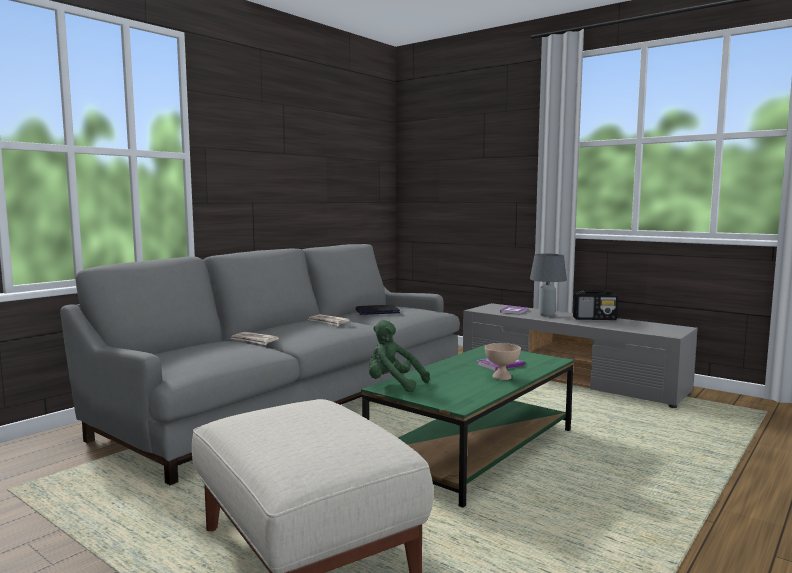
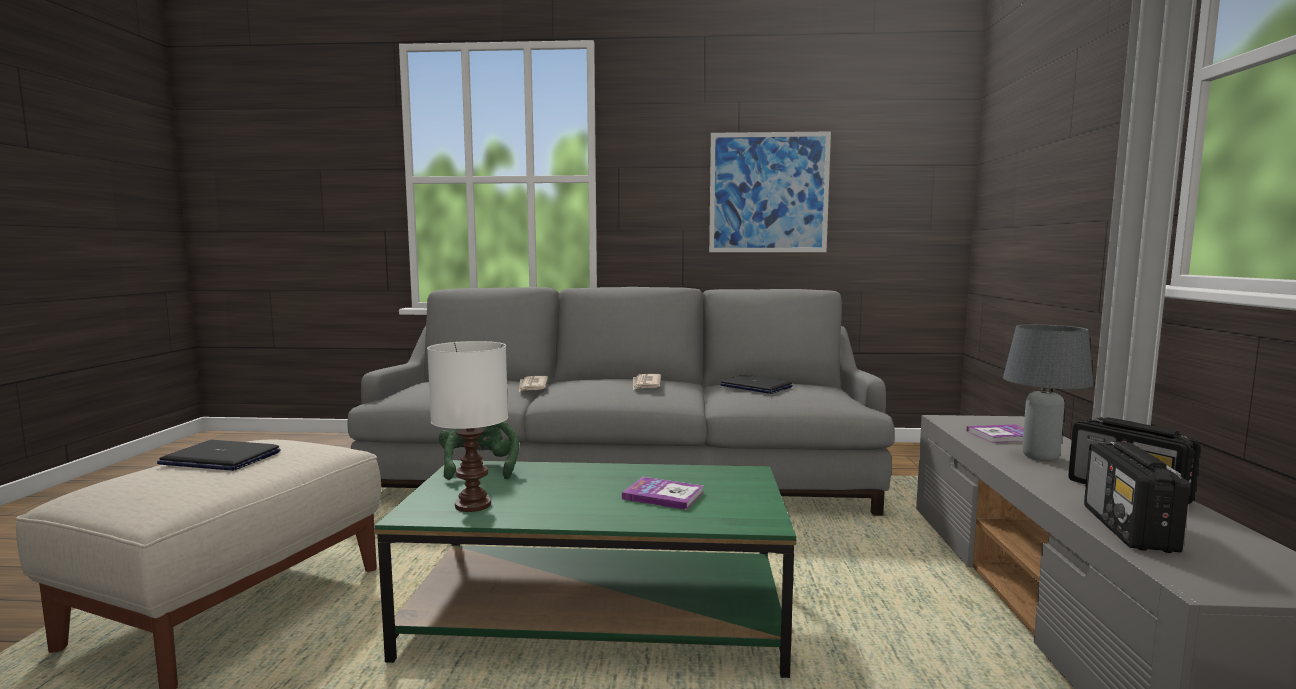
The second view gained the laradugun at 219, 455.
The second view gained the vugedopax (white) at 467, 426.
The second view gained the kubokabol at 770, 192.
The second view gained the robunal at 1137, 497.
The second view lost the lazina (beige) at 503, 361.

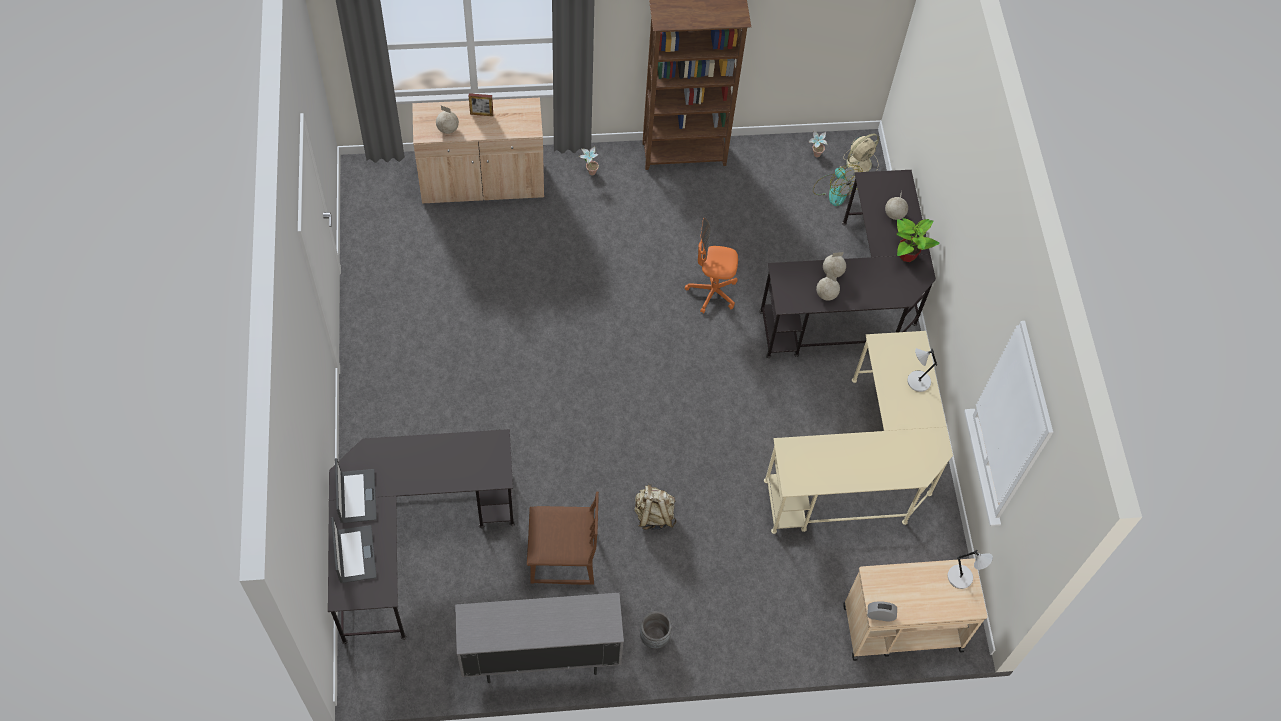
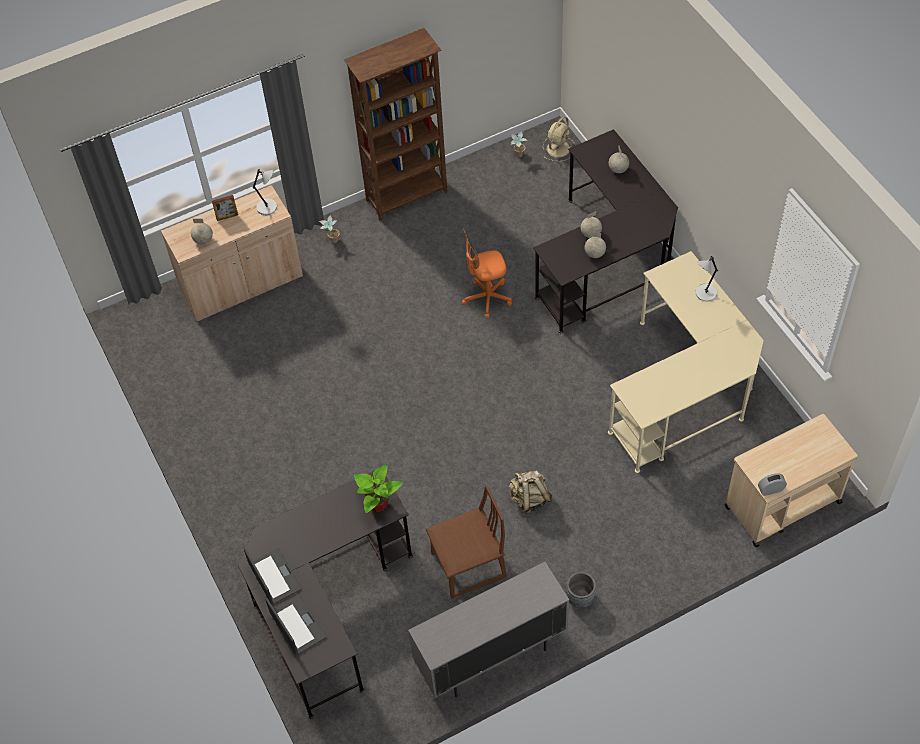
The vugedopax (grey) ended up elsewhere, having gone from 970, 569 to 265, 192.
The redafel ended up elsewhere, having gone from 918, 240 to 378, 489.
The second view lost the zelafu at 838, 185.

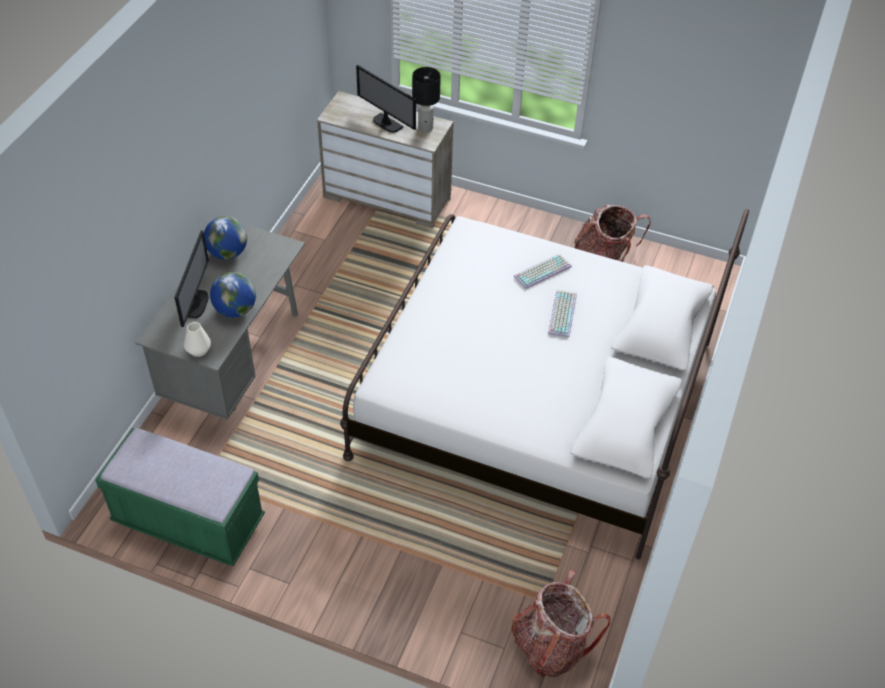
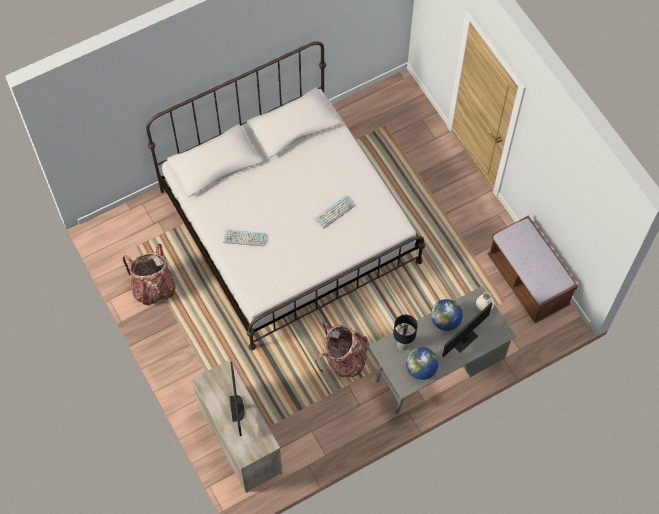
The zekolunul ended up elsewhere, having gone from 562, 314 to 334, 212.
The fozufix ended up elsewhere, having gone from 561, 623 to 341, 350.
The vugedopax (black) ended up elsewhere, having gone from 426, 99 to 405, 333.
What was the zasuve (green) at 180, 497 turned into the zasuve (brown) at 533, 269.

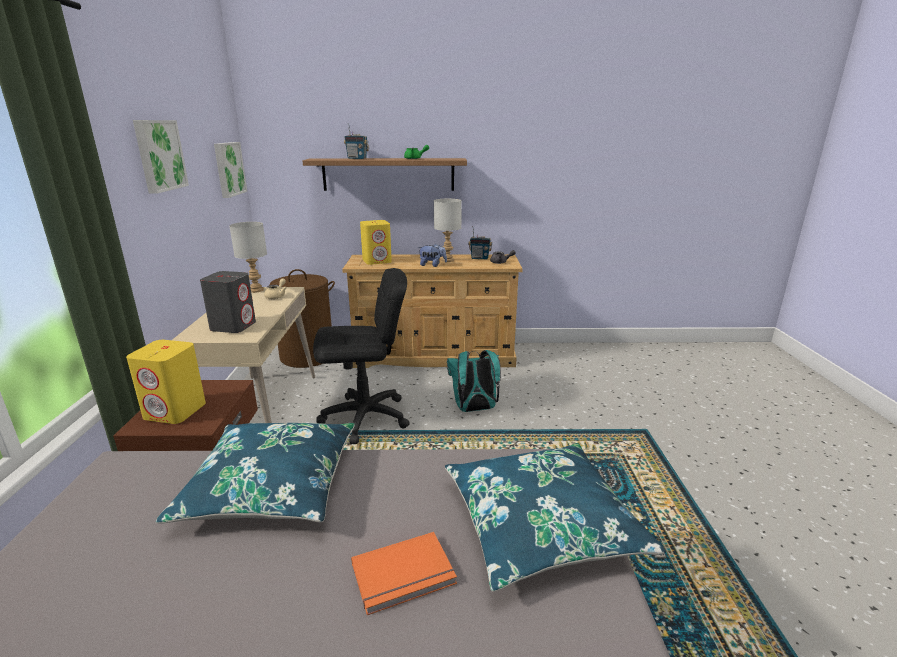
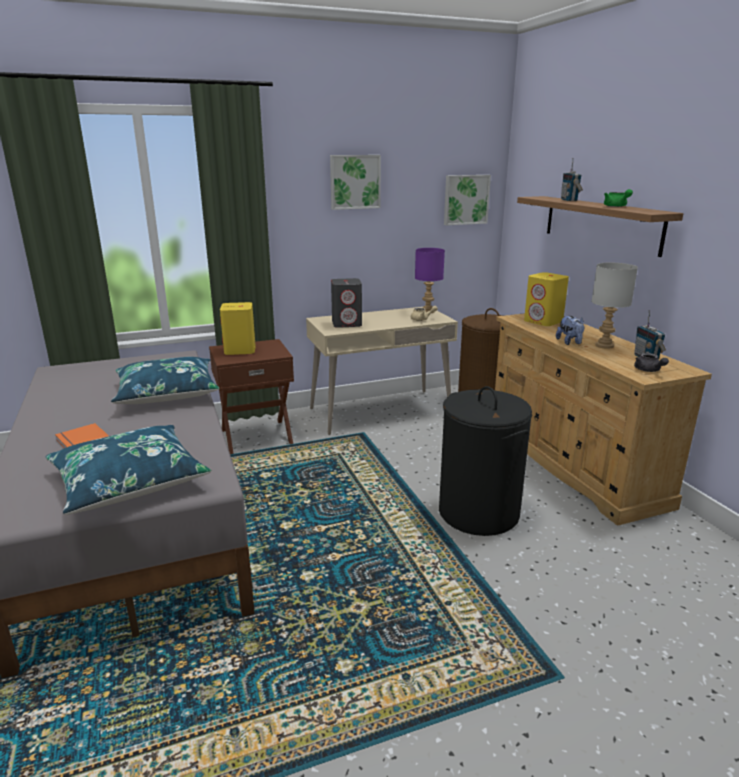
What was the vugedopax (grey) at 248, 257 turned into the vugedopax (purple) at 430, 280.
Where the fozufix (turquoise) stood at 474, 381, the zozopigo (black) came to stand at 485, 461.
The second view lost the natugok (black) at 361, 356.

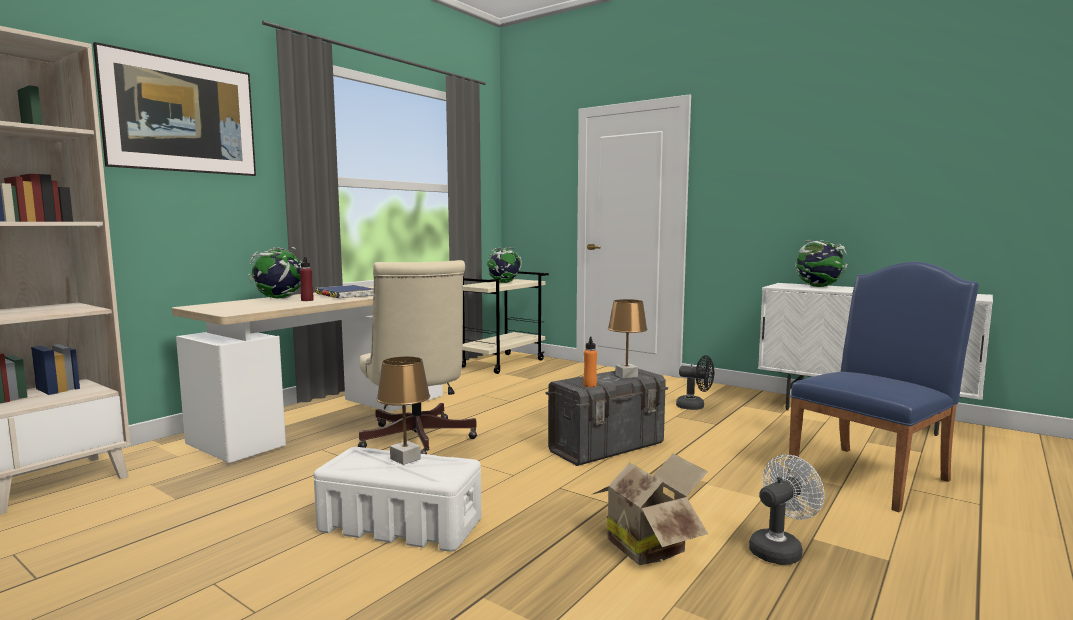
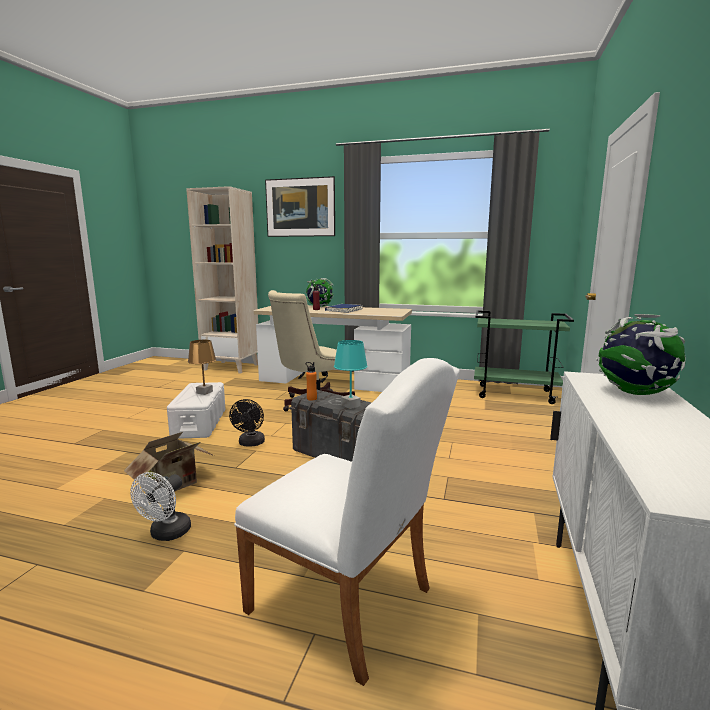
The zelafu (white) at 787, 510 ended up facing another way, 75 degrees clockwise from before.
The zelafu (black) ended up elsewhere, having gone from 695, 382 to 247, 423.
What was the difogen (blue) at 883, 386 turned into the difogen (white) at 347, 522.
What was the vugedopax (brown) at 627, 338 turned into the vugedopax (turquoise) at 351, 374.
What was the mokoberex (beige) at 505, 322 turned into the mokoberex (green) at 524, 357.
The second view lost the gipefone at 504, 265.

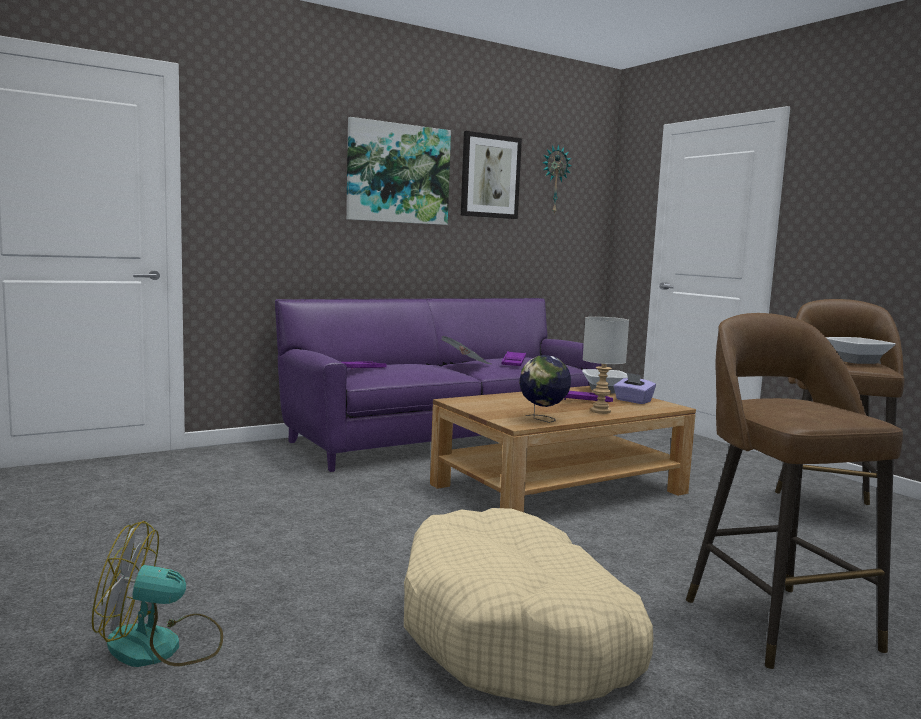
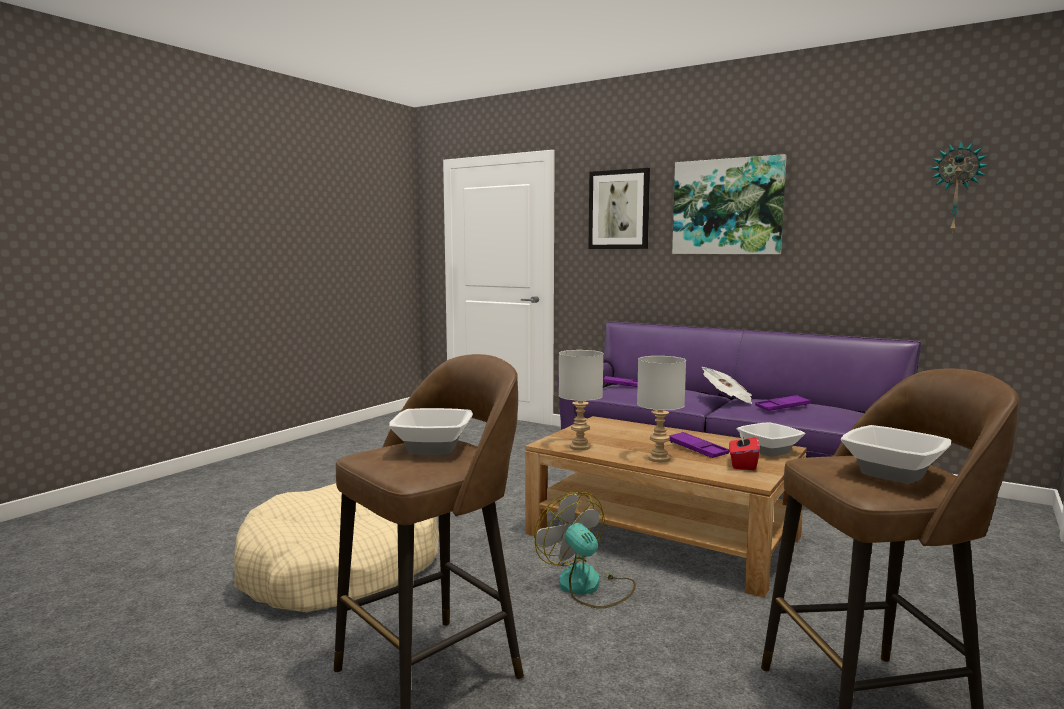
The second view gained the lazina at 431, 431.
The zelafu ended up elsewhere, having gone from 157, 594 to 585, 550.
Where the gipefone stood at 545, 389, the vugedopax (grey) came to stand at 581, 400.
The kubokabol ended up elsewhere, having gone from 491, 175 to 619, 208.
What was the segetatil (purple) at 635, 388 turned into the segetatil (red) at 744, 449.

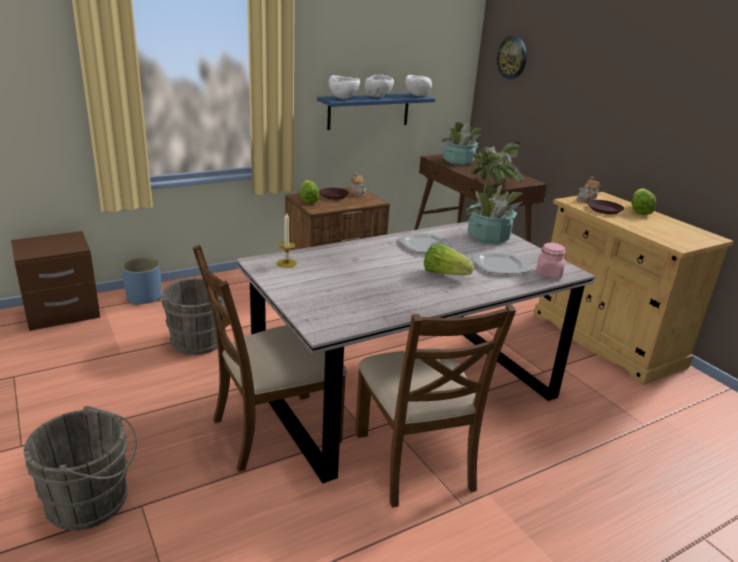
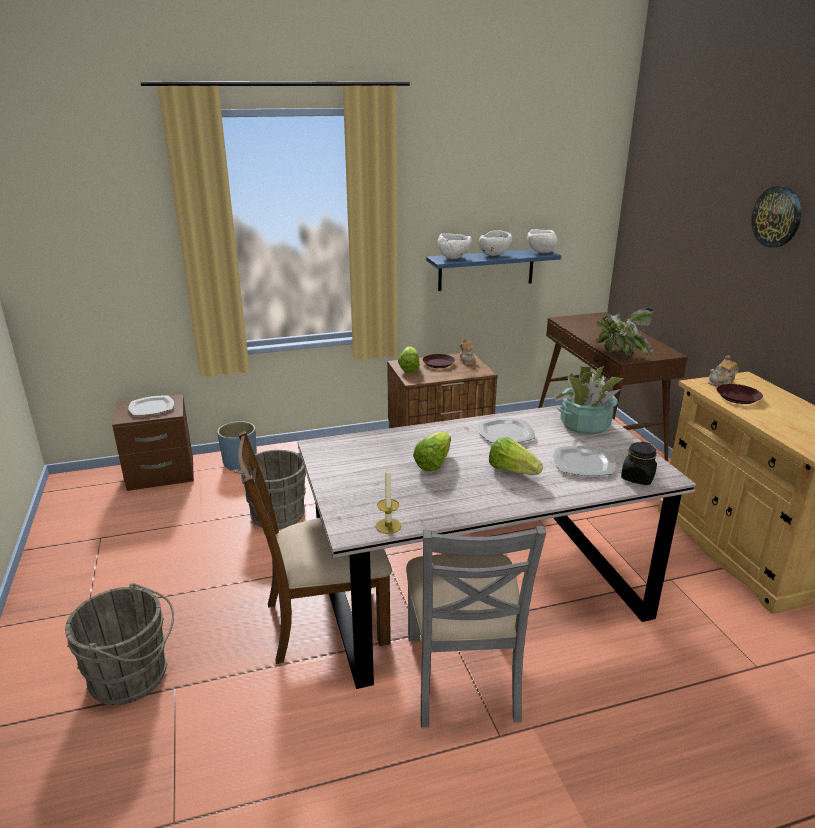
The second view gained the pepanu at 151, 405.
The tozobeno ended up elsewhere, having gone from 287, 240 to 388, 500.
What was the difogen (brown) at 435, 406 turned into the difogen (grey) at 476, 626.
The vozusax ended up elsewhere, having gone from 643, 201 to 432, 451.
What was the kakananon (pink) at 551, 260 turned into the kakananon (black) at 639, 463.
The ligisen ended up elsewhere, having gone from 512, 57 to 776, 216.
The second view lost the redafel at 461, 143.

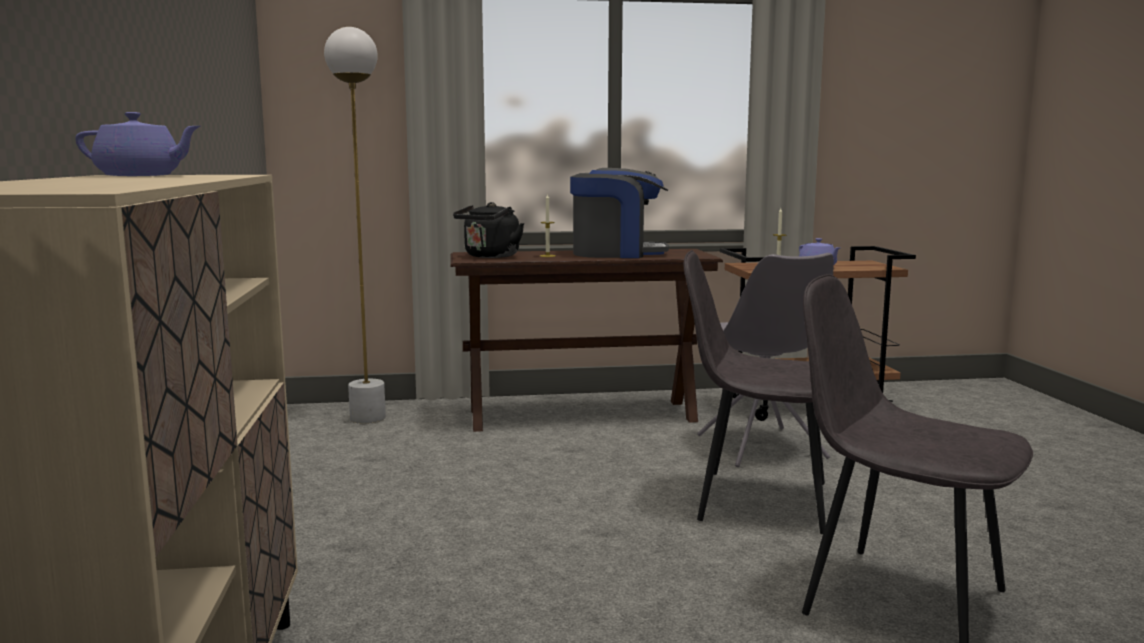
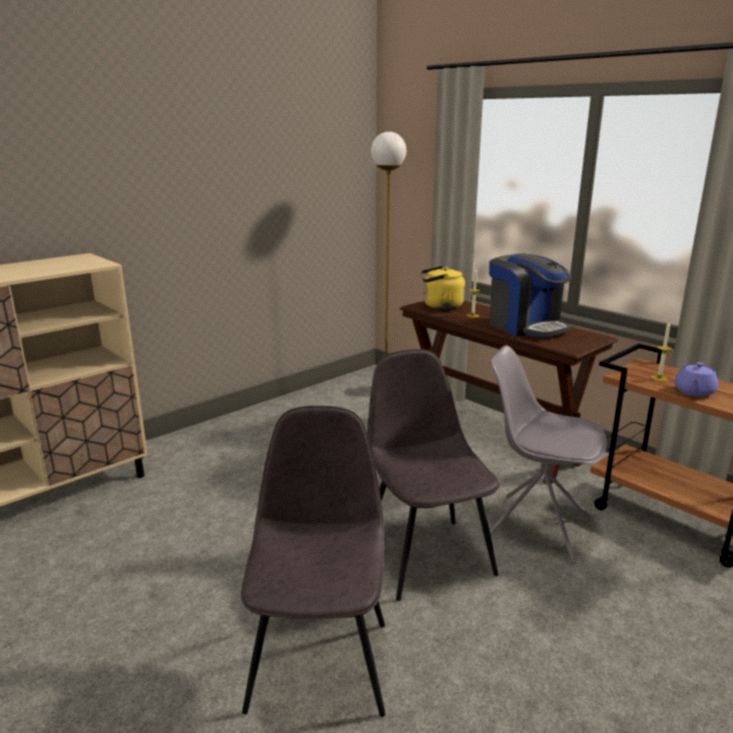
What was the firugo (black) at 488, 230 turned into the firugo (yellow) at 442, 288.
The difogen (grey) at 765, 360 ended up facing another way, 75 degrees clockwise from before.
The second view lost the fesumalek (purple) at 138, 144.

